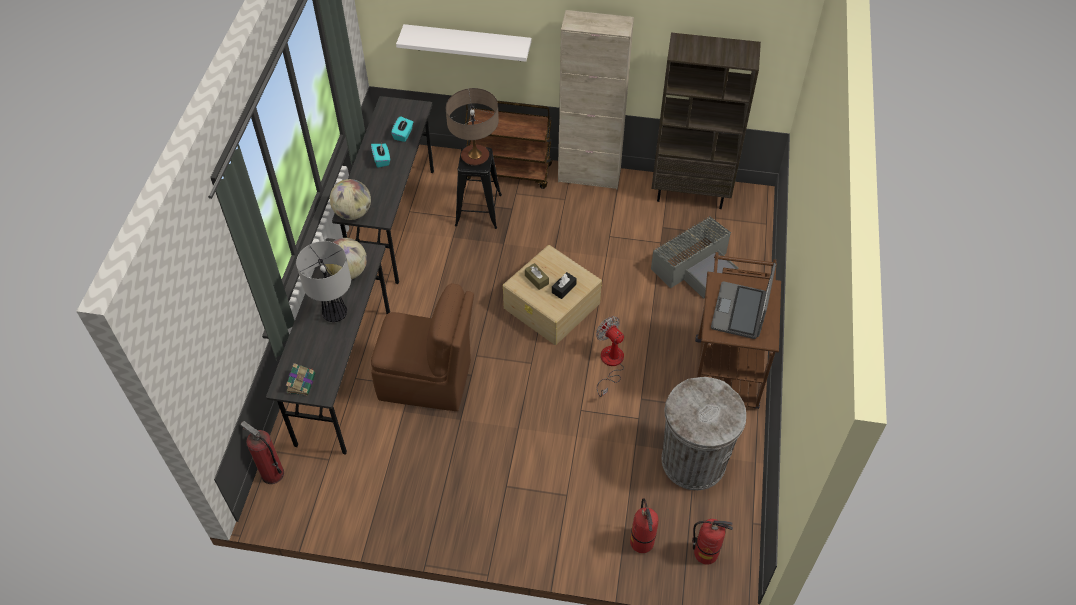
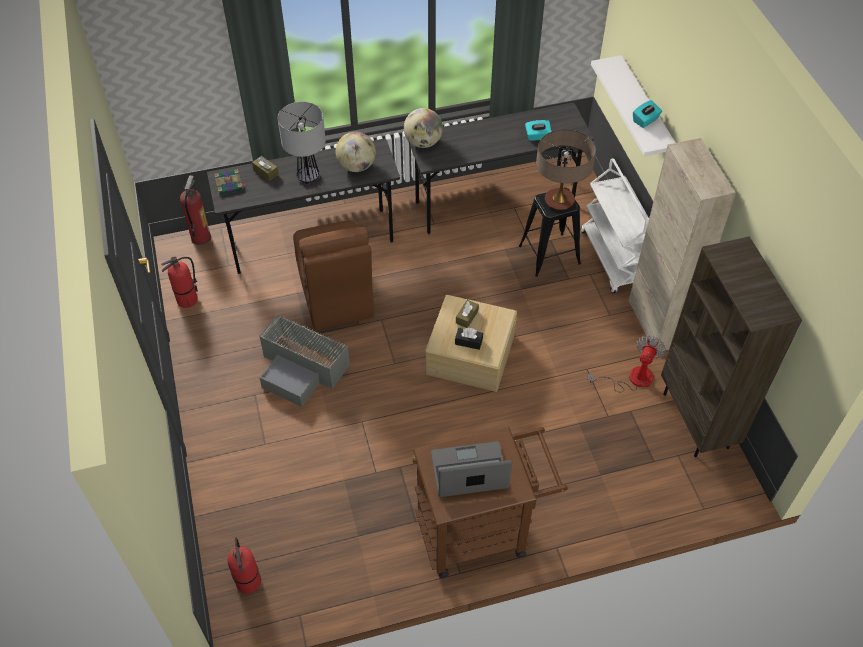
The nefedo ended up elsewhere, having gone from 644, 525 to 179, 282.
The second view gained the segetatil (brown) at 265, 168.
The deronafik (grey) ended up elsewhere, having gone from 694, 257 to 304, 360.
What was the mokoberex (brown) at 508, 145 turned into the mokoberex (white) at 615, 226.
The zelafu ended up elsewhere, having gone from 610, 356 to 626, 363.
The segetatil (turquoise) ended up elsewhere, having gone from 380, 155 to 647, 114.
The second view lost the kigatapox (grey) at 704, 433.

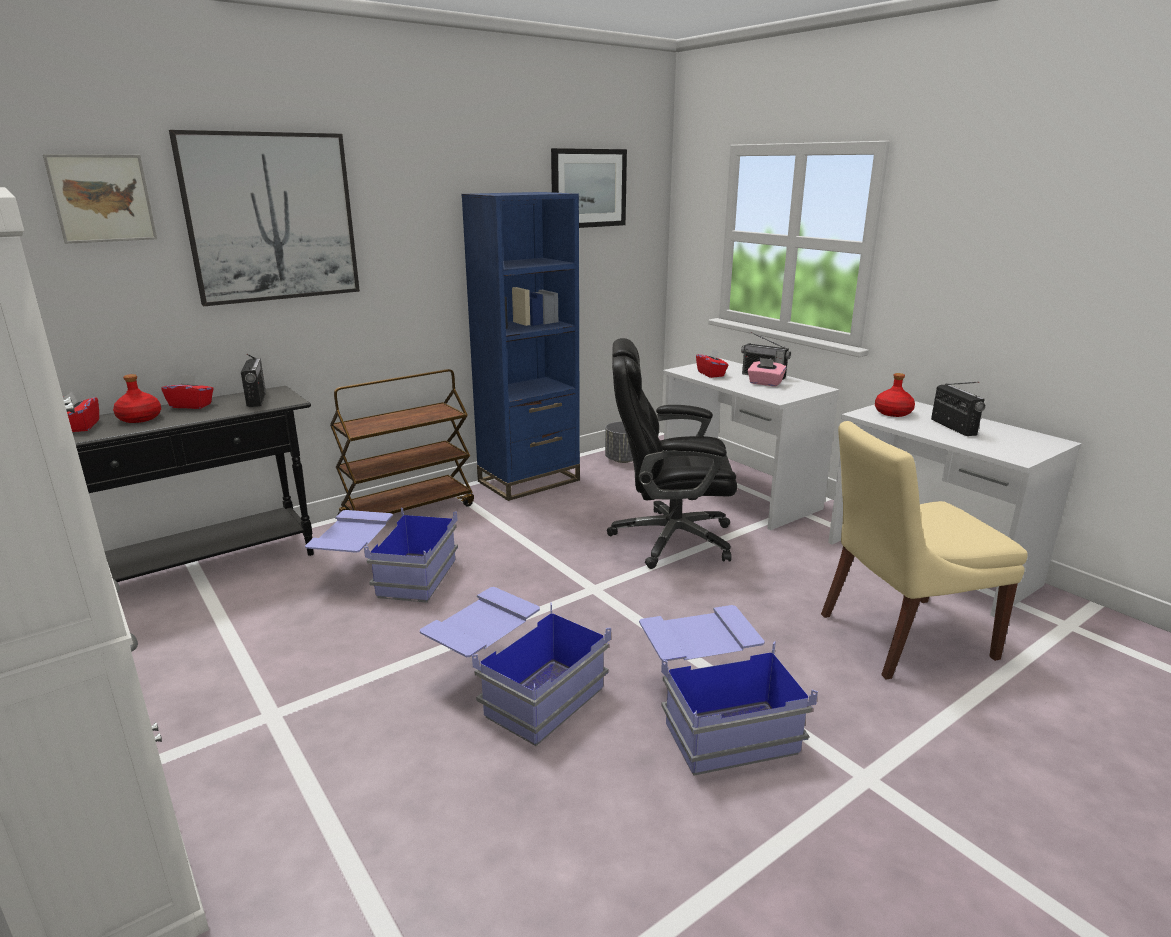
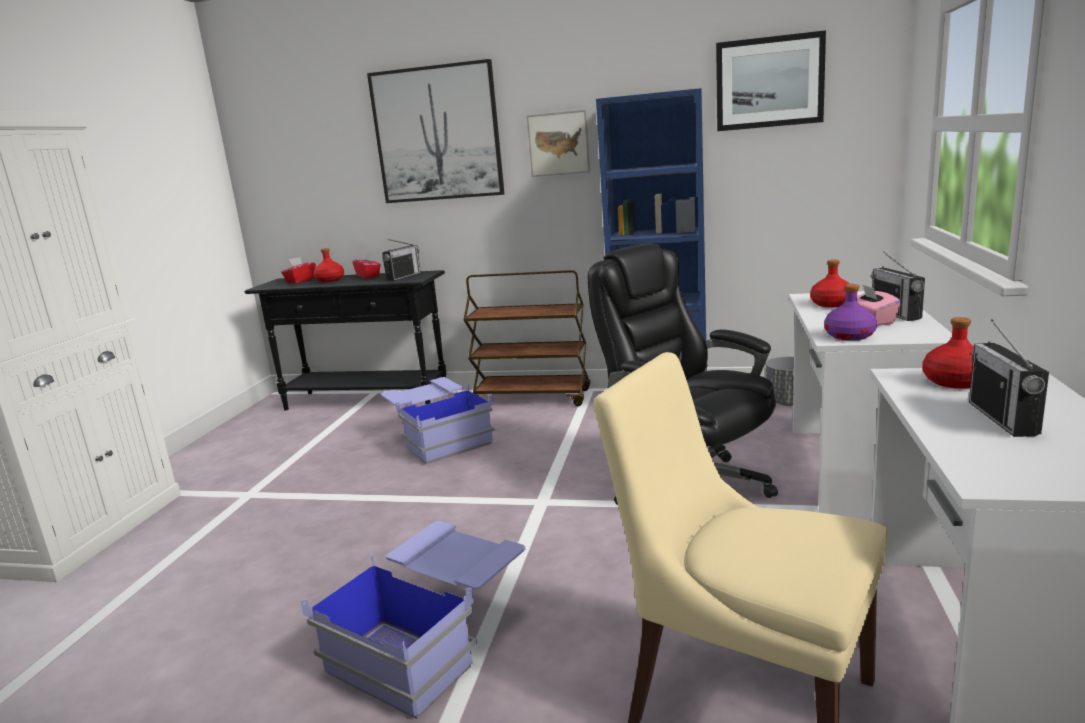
The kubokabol ended up elsewhere, having gone from 100, 199 to 558, 143.
Where the segetatil (red) stood at 712, 363, the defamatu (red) came to stand at 829, 283.
The second view gained the defamatu (purple) at 850, 312.
The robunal at 958, 409 ended up facing another way, 150 degrees clockwise from before.
The second view lost the deronafik (blue) at 515, 666.

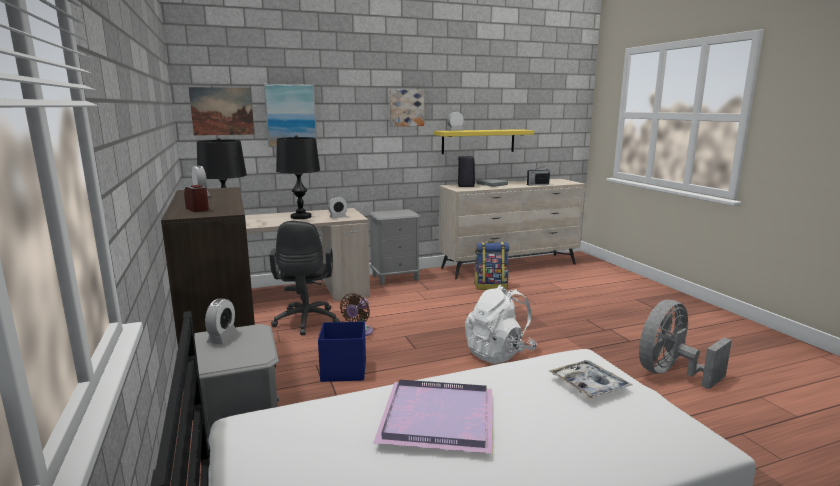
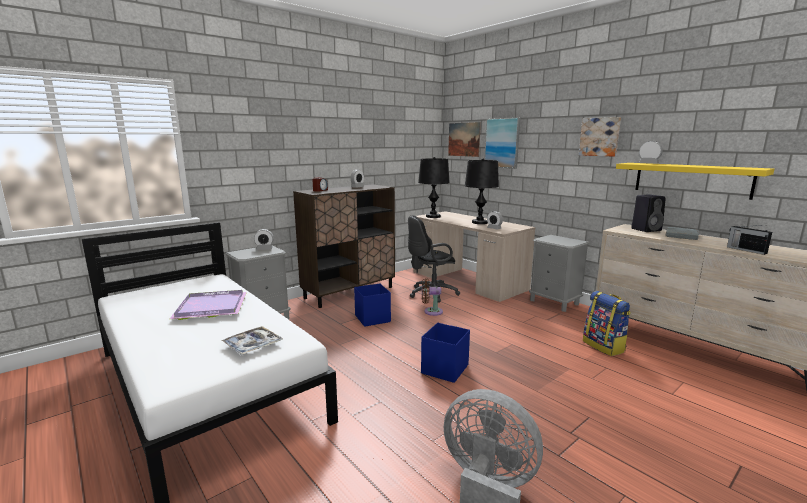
Where the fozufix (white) stood at 501, 324, the deronafik (blue) came to stand at 445, 353.

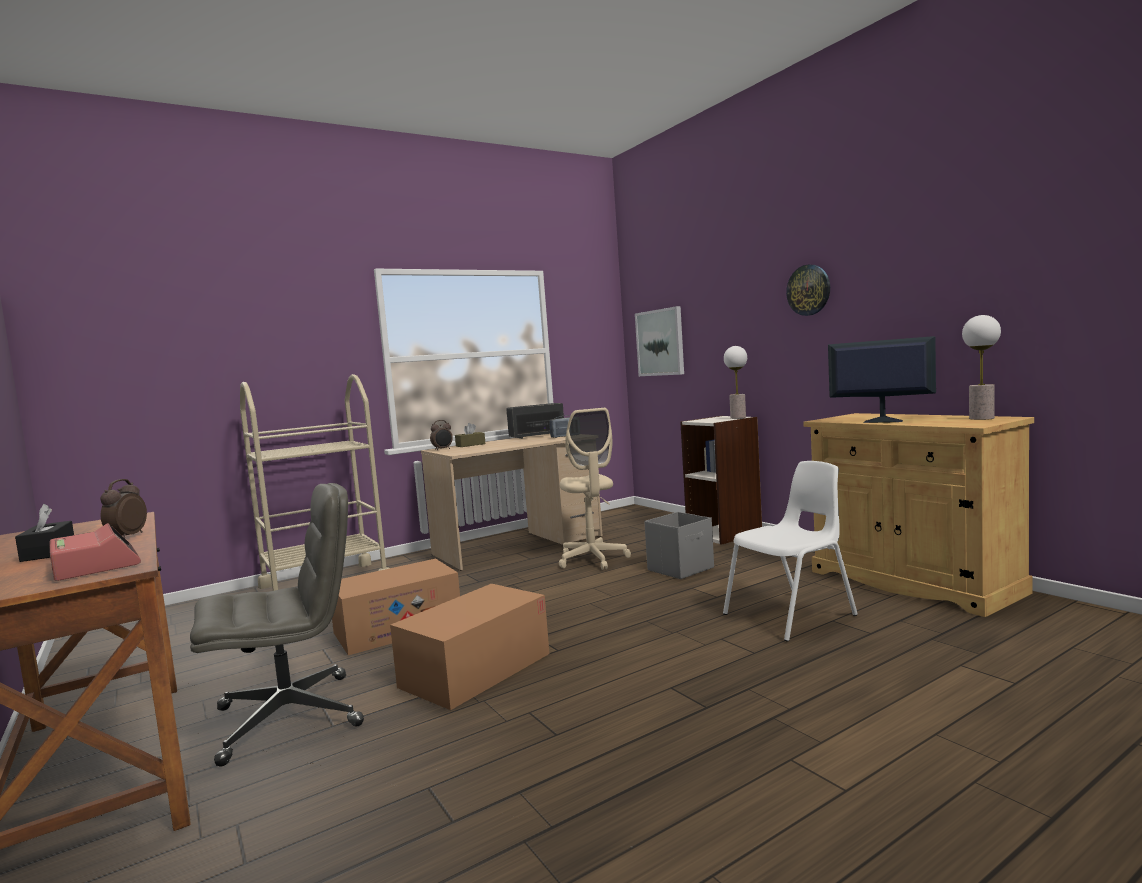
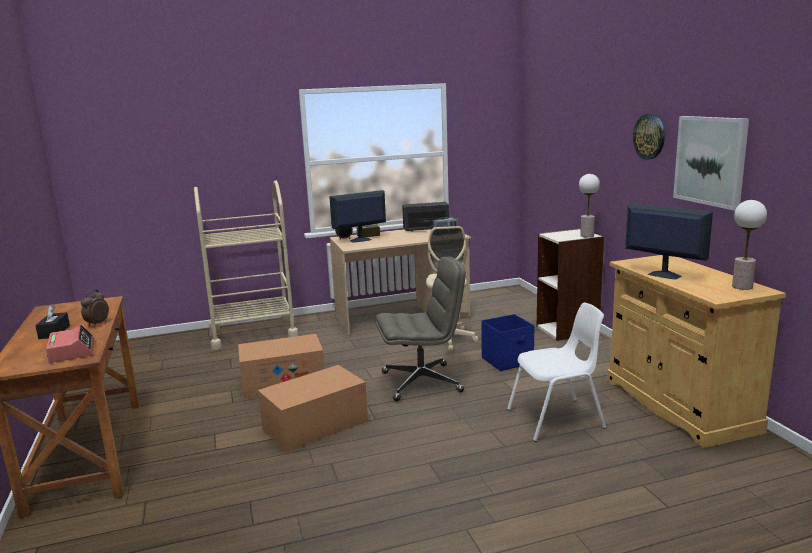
The second view gained the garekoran at 357, 216.
The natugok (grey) ended up elsewhere, having gone from 277, 625 to 421, 329.
What was the deronafik (grey) at 679, 545 turned into the deronafik (blue) at 507, 342.
The kubokabol ended up elsewhere, having gone from 659, 341 to 711, 163.

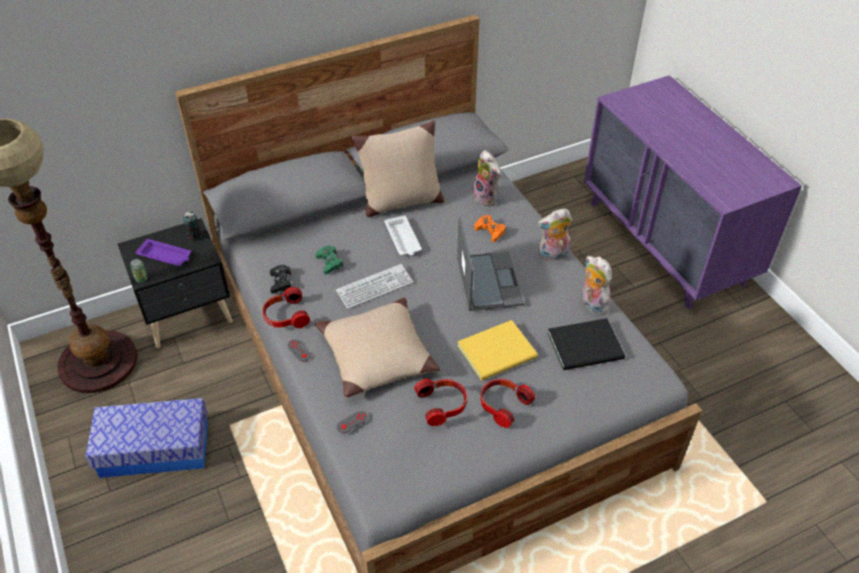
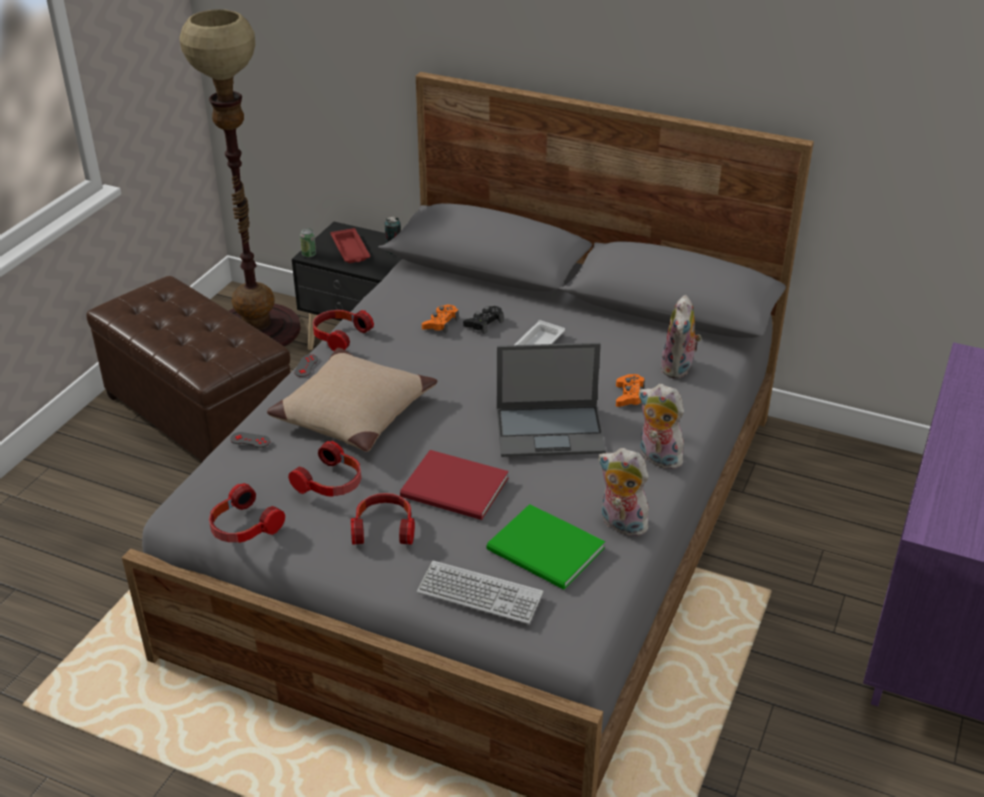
Where the deronafik stood at 146, 438, the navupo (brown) came to stand at 189, 369.
The second view gained the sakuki at 247, 513.
What was the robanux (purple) at 163, 252 turned into the robanux (red) at 350, 245.
What was the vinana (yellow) at 497, 350 turned into the vinana (red) at 454, 485.
The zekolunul ended up elsewhere, having gone from 374, 286 to 480, 592.
What was the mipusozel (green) at 329, 260 turned into the mipusozel (orange) at 440, 319.
The mipusozel (black) ended up elsewhere, having gone from 281, 279 to 483, 320.
What was the vinana (black) at 586, 344 turned into the vinana (green) at 546, 547.
The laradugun at 490, 264 ended up facing another way, 45 degrees clockwise from before.
The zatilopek at 596, 285 ended up facing another way, 75 degrees counterclockwise from before.
The second view lost the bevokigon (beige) at 397, 168.

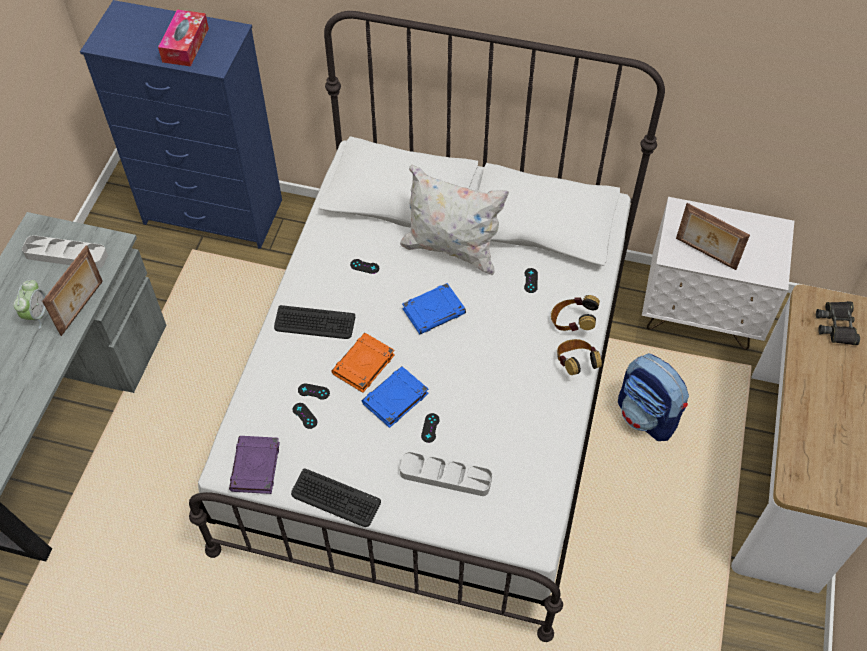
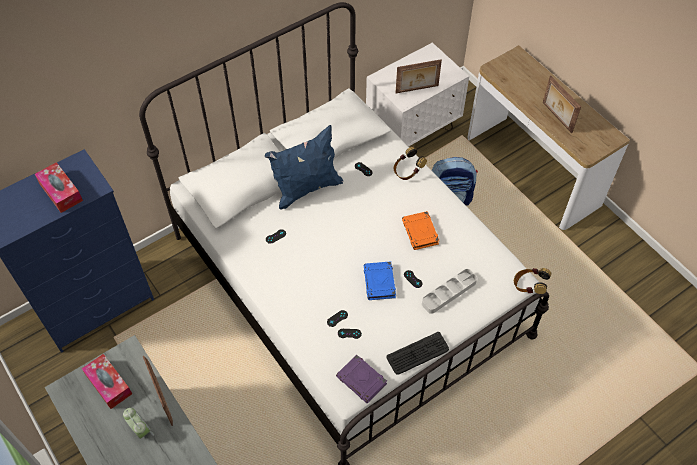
Where the robanux (grey) stood at 65, 252, the segetatil came to stand at 107, 381.
What was the bevokigon (white) at 454, 220 turned into the bevokigon (blue) at 304, 167.
The vinana (orange) ended up elsewhere, having gone from 363, 363 to 421, 230.
The sakuki ended up elsewhere, having gone from 579, 357 to 532, 281.
The second view gained the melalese at 562, 104.
The second view lost the zekolunul at 314, 322.
The second view lost the vinana (blue) at 434, 308.
The second view lost the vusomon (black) at 838, 323.

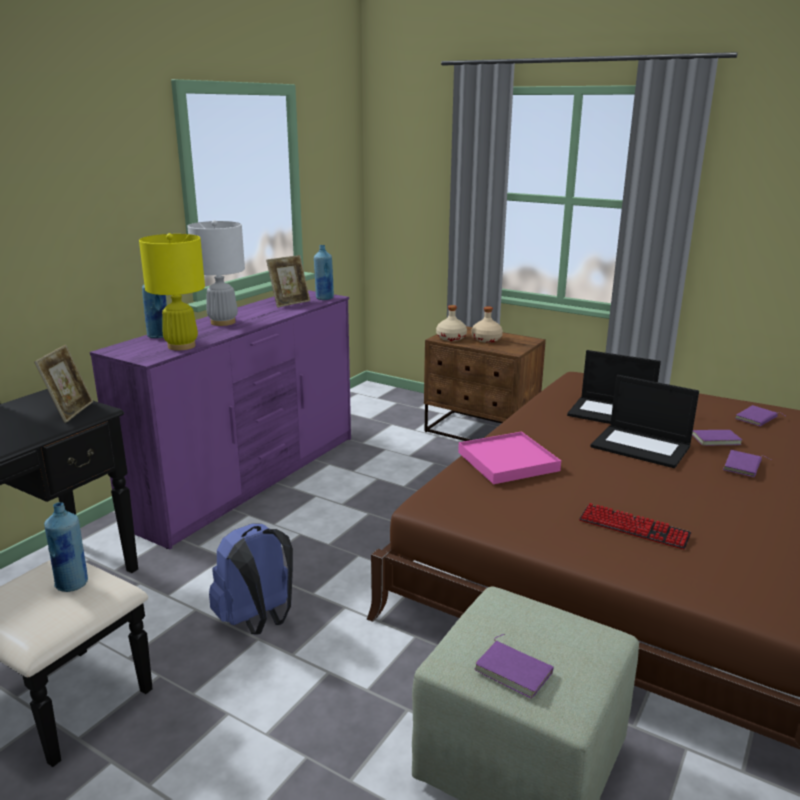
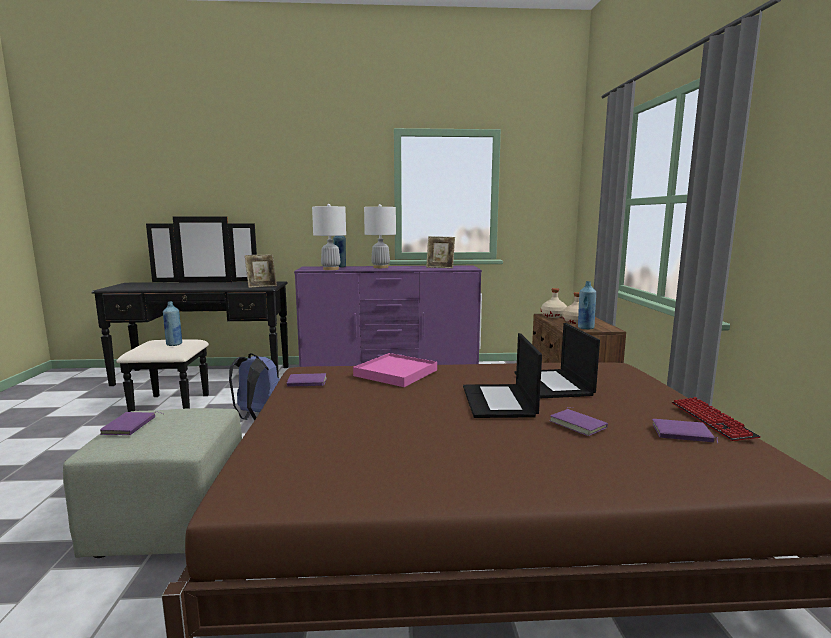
The vinana (purple) ended up elsewhere, having gone from 746, 463 to 307, 380.
What was the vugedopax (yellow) at 172, 292 turned into the vugedopax (white) at 329, 237.
The defamatu (blue) ended up elsewhere, having gone from 324, 272 to 587, 305.
The zekolunul ended up elsewhere, having gone from 635, 526 to 716, 419.

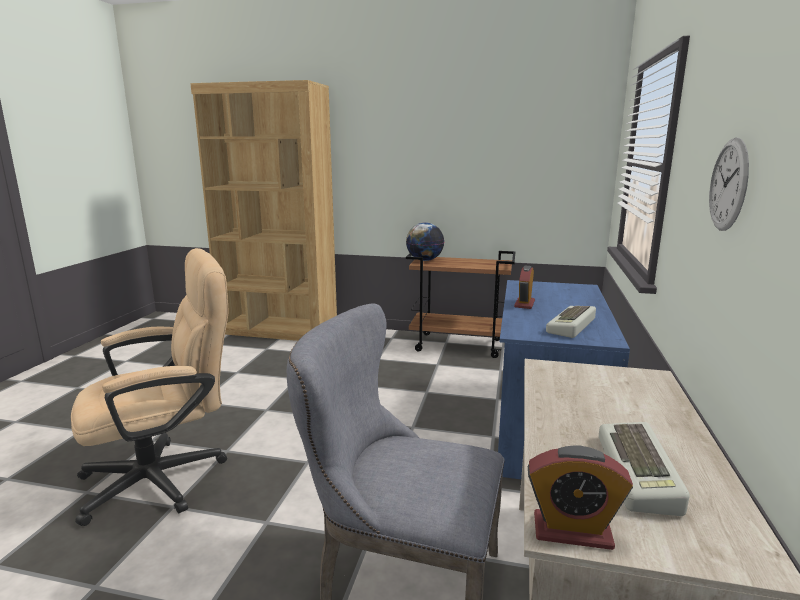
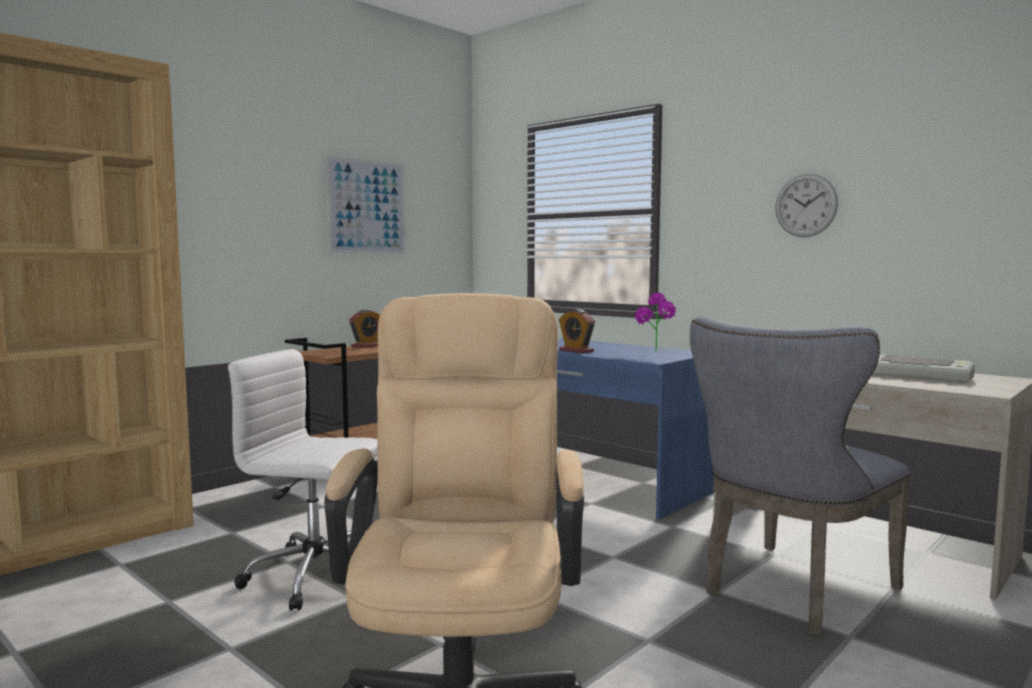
The second view gained the natugok (white) at 302, 480.
The second view gained the kubokabol at 366, 204.
The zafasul ended up elsewhere, having gone from 580, 498 to 364, 328.
Where the zekolunul stood at 571, 322, the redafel came to stand at 655, 322.
The second view lost the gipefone at 425, 242.

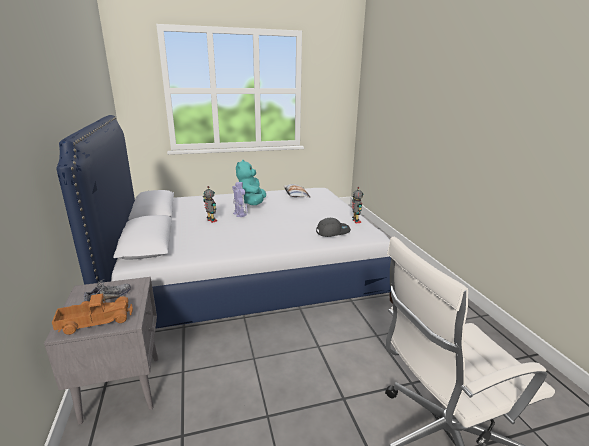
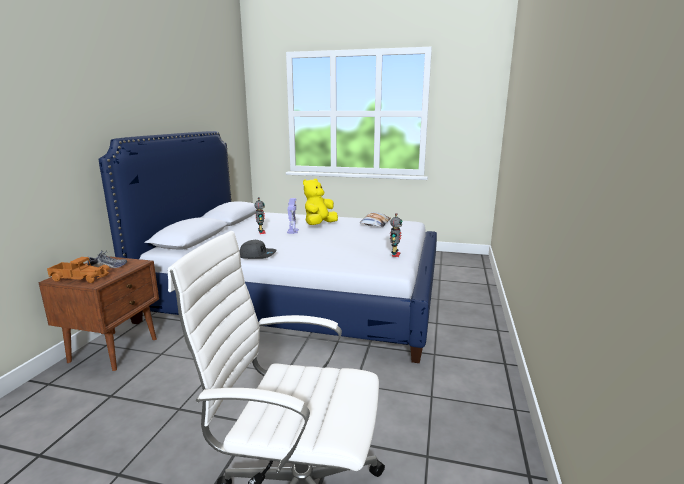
What was the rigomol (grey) at 101, 351 turned into the rigomol (brown) at 98, 313.
The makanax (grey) ended up elsewhere, having gone from 333, 227 to 258, 249.
What was the zatilopek (turquoise) at 251, 182 turned into the zatilopek (yellow) at 320, 202.

